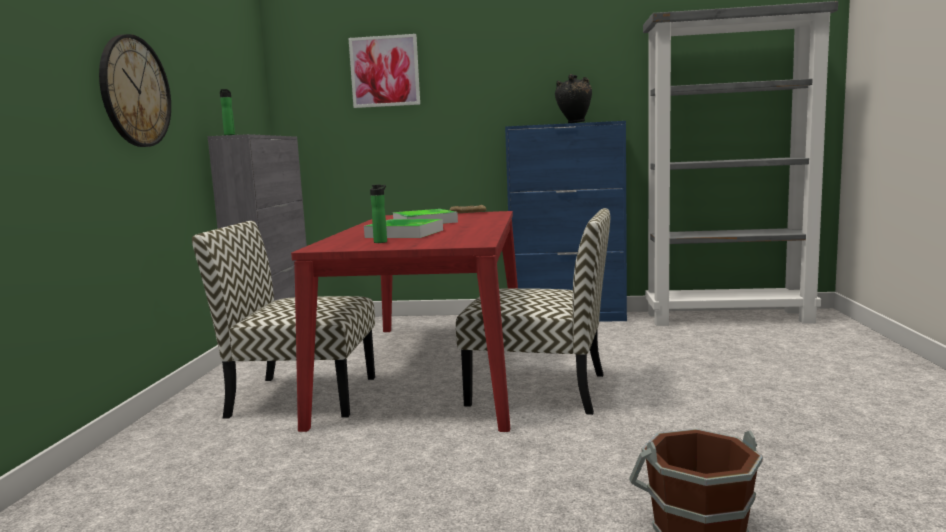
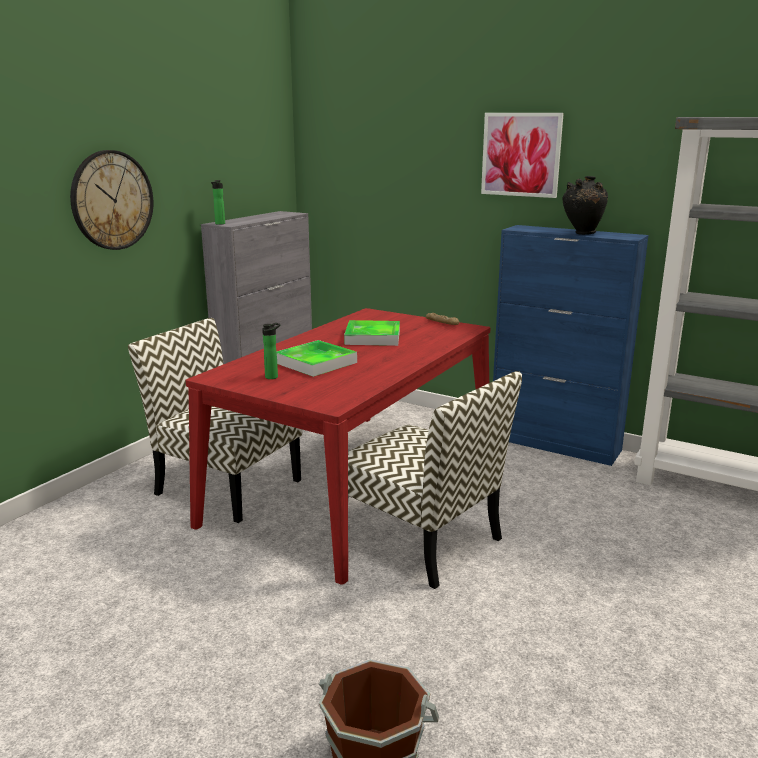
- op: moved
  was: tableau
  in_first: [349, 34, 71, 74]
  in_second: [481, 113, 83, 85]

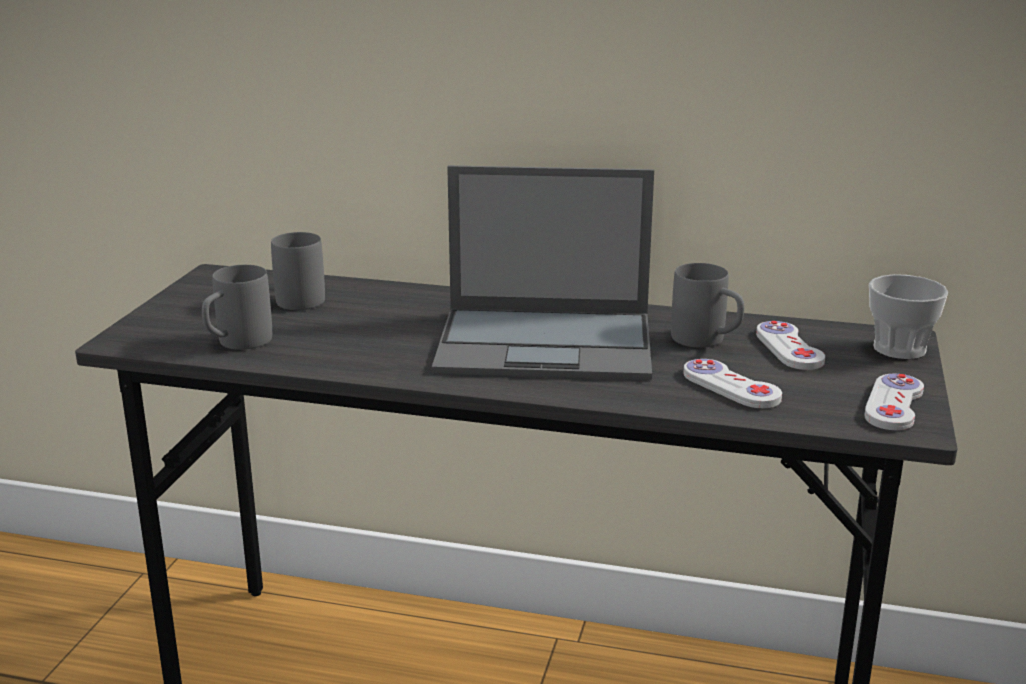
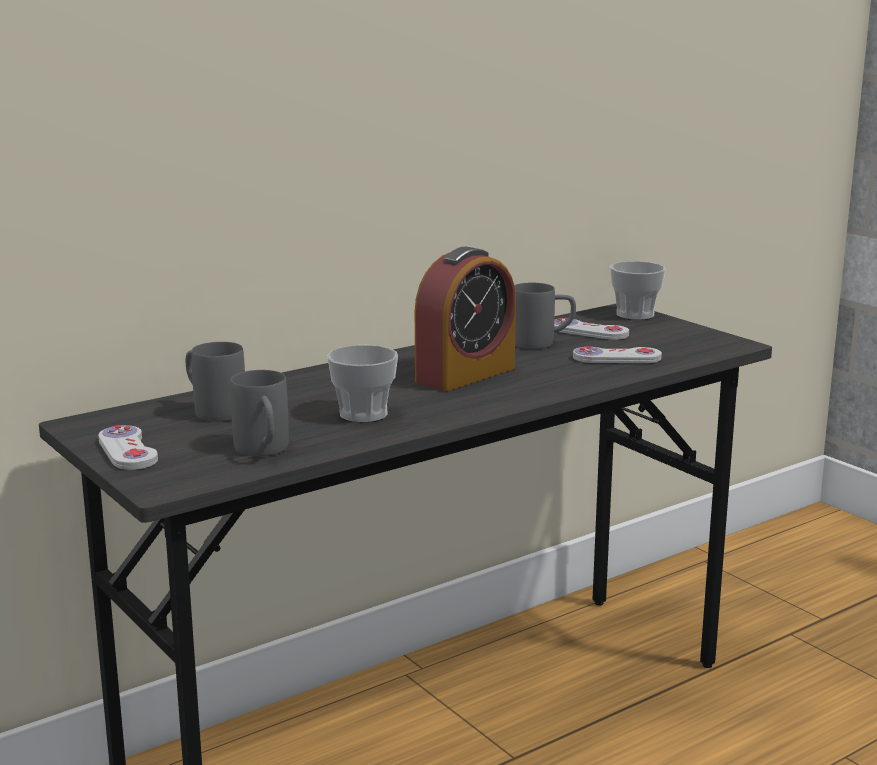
- op: replaced
  was: ordinateur portable
  now: réveil
  in_first: [432, 165, 222, 215]
  in_second: [415, 247, 101, 144]
- op: moved
  was: manette (blanc)
  in_first: [864, 373, 60, 57]
  in_second: [98, 425, 60, 45]
- op: added
  now: tasse
  in_second: [327, 345, 71, 77]

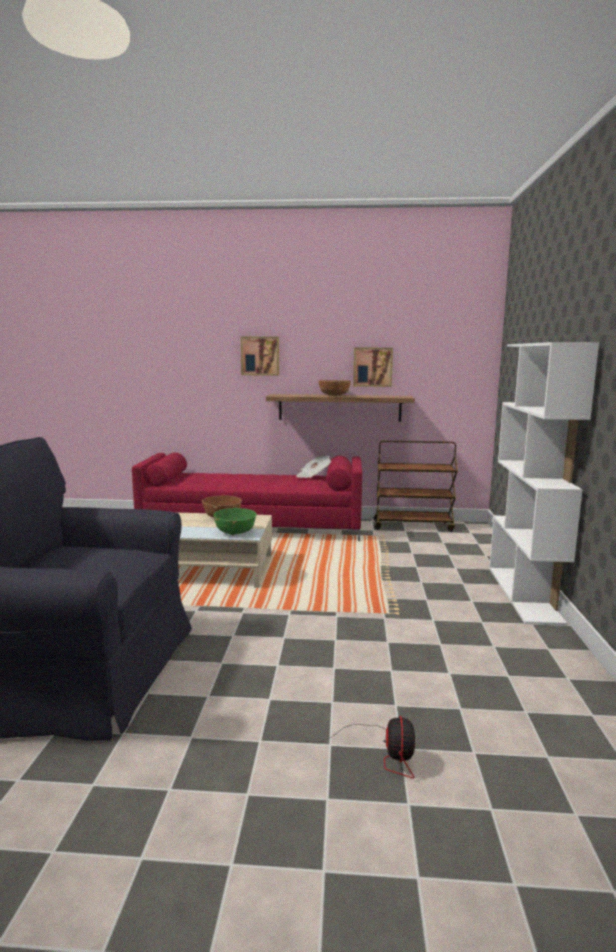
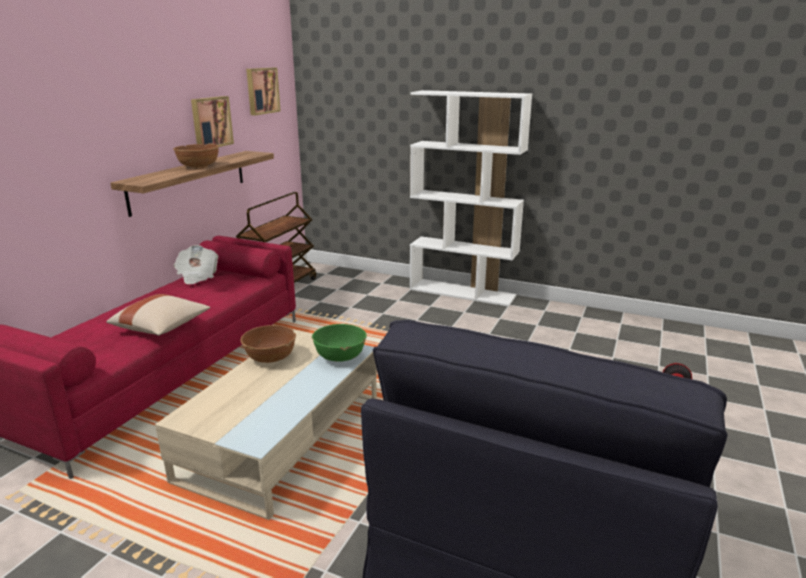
- op: moved
  was: tableau
  in_first: [241, 337, 38, 39]
  in_second: [246, 68, 35, 47]
- op: added
  now: coussin (beige)
  in_second: [106, 294, 104, 42]

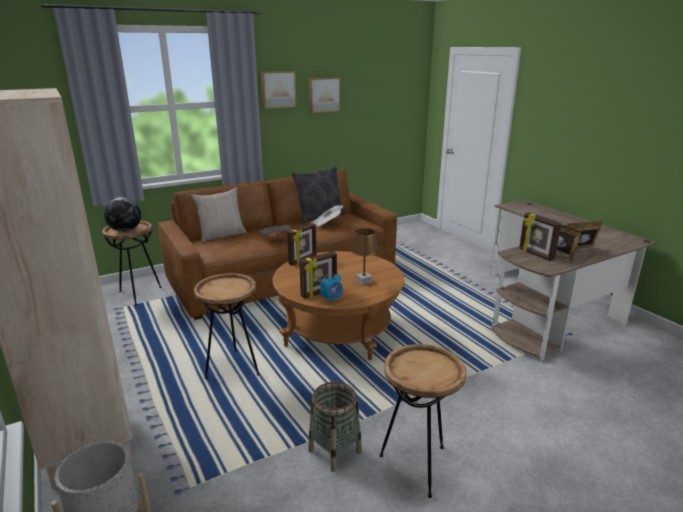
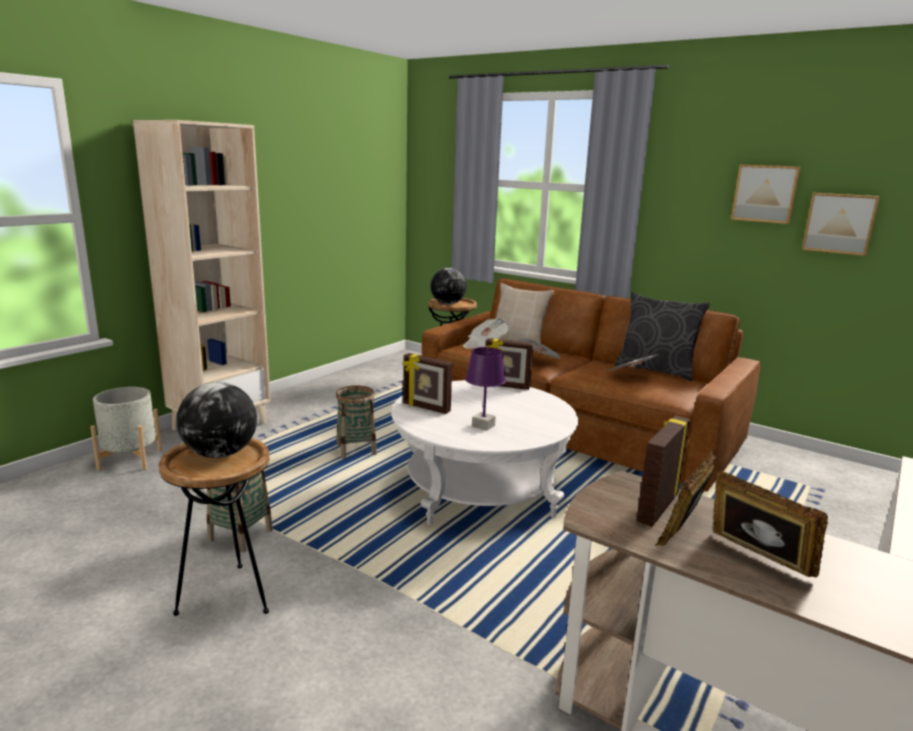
- op: replaced
  was: table d'appoint (marron)
  now: panier
  in_first: [194, 273, 66, 106]
  in_second: [336, 385, 41, 74]
- op: moved
  was: tableau
  in_first: [261, 71, 36, 38]
  in_second: [802, 193, 78, 63]
- op: recoloured
  was: table basse (marron)
  now: table basse (blanc)
  in_first: [272, 251, 133, 109]
  in_second: [391, 380, 187, 145]
- op: removed
  was: réveil
  in_first: [320, 273, 23, 30]
- op: recoloured
  was: lampe de table (marron)
  now: lampe de table (violet)
  in_first: [351, 228, 28, 57]
  in_second: [465, 347, 41, 84]
- op: added
  now: globe
  in_second: [177, 382, 80, 76]
- op: added
  now: journal
  in_second: [463, 318, 46, 31]

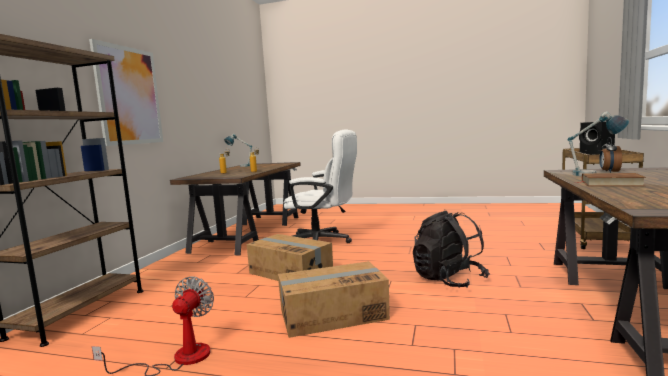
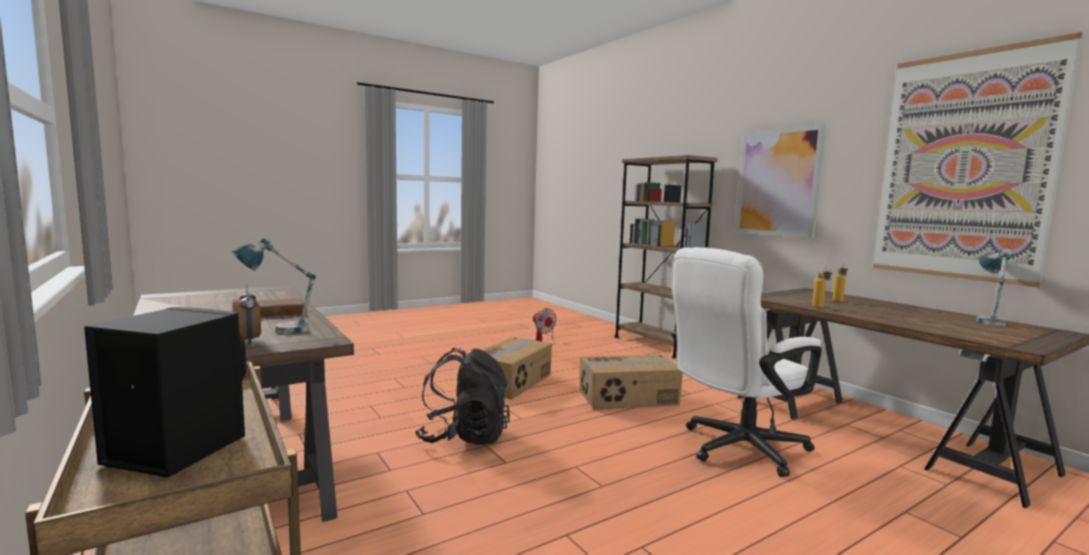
- op: added
  now: tableau
  in_second: [873, 32, 210, 256]

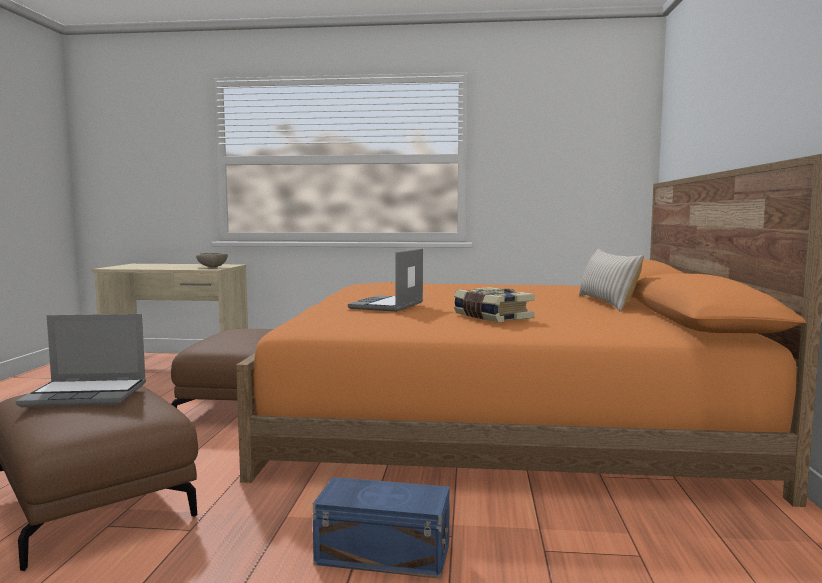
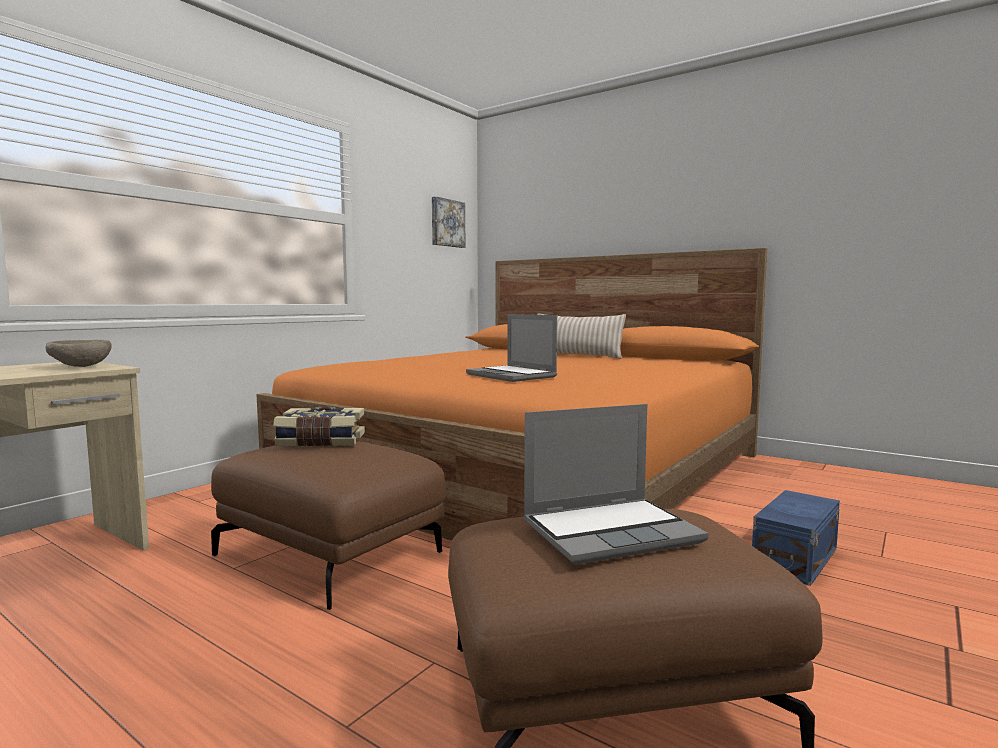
- op: turned
  was: ordinateur portable
  in_first: [16, 314, 130, 93]
  in_second: [523, 404, 185, 161]
  clockwise: 45
- op: moved
  was: livre
  in_first: [454, 287, 81, 35]
  in_second: [273, 407, 92, 40]
- op: added
  now: tableau
  in_second: [432, 196, 33, 52]

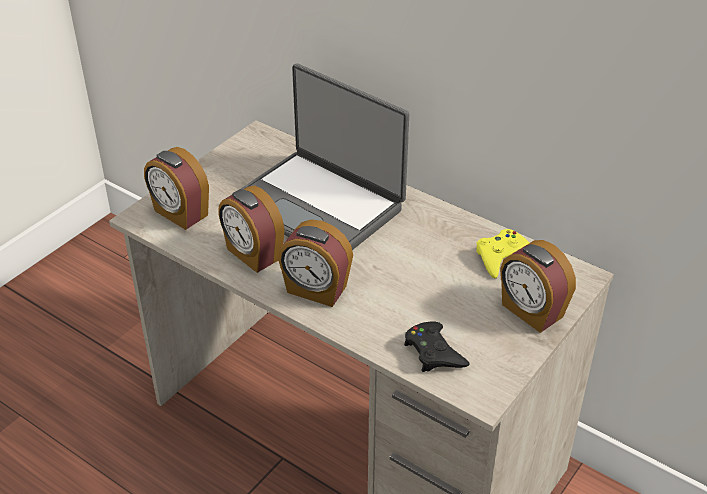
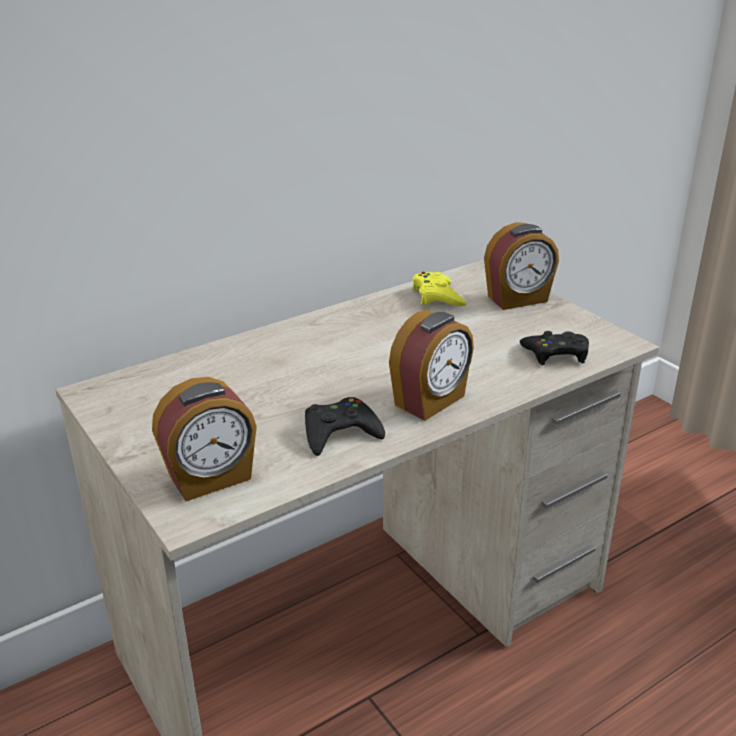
- op: replaced
  was: réveil
  now: manette (noir)
  in_first: [218, 185, 67, 88]
  in_second: [305, 397, 80, 59]
- op: removed
  was: ordinateur portable
  in_first: [230, 63, 179, 187]

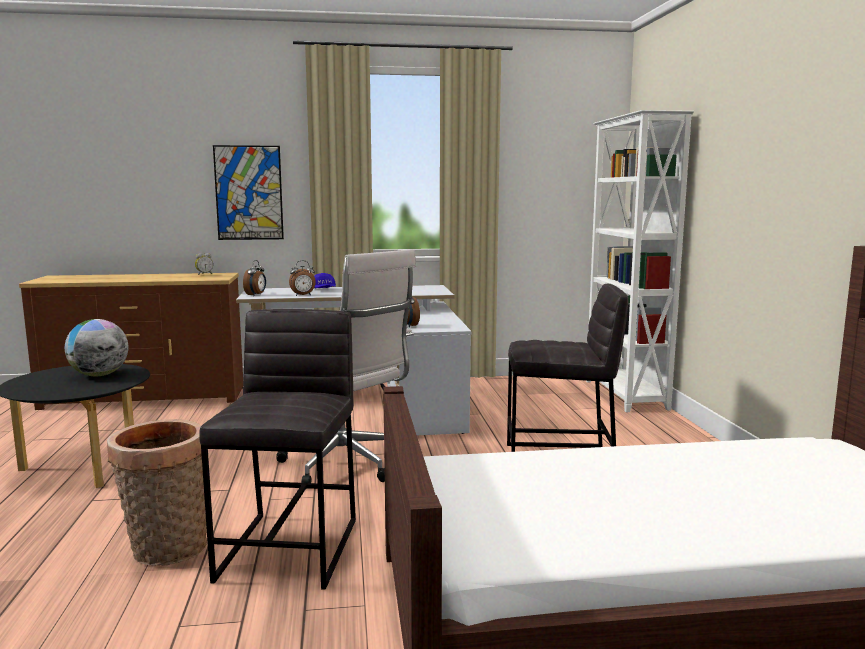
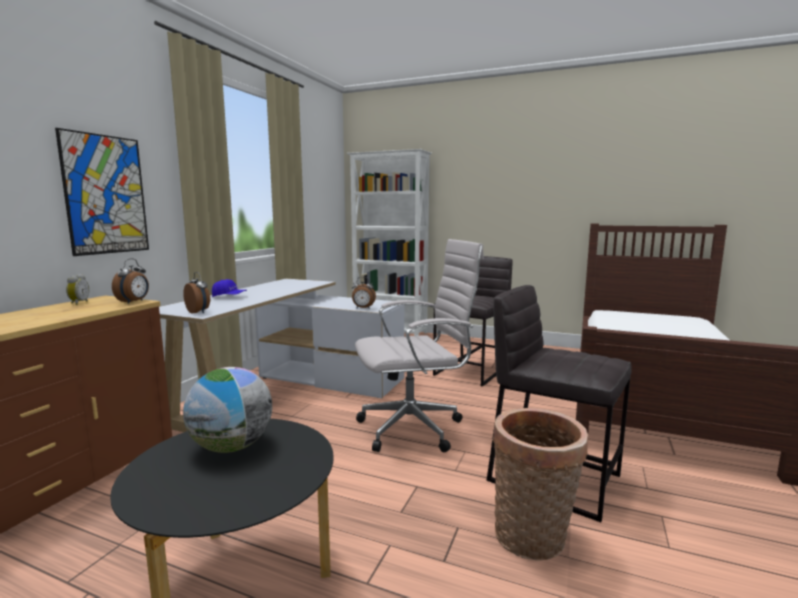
- op: moved
  was: réveil
  in_first: [289, 260, 27, 36]
  in_second: [112, 258, 37, 46]

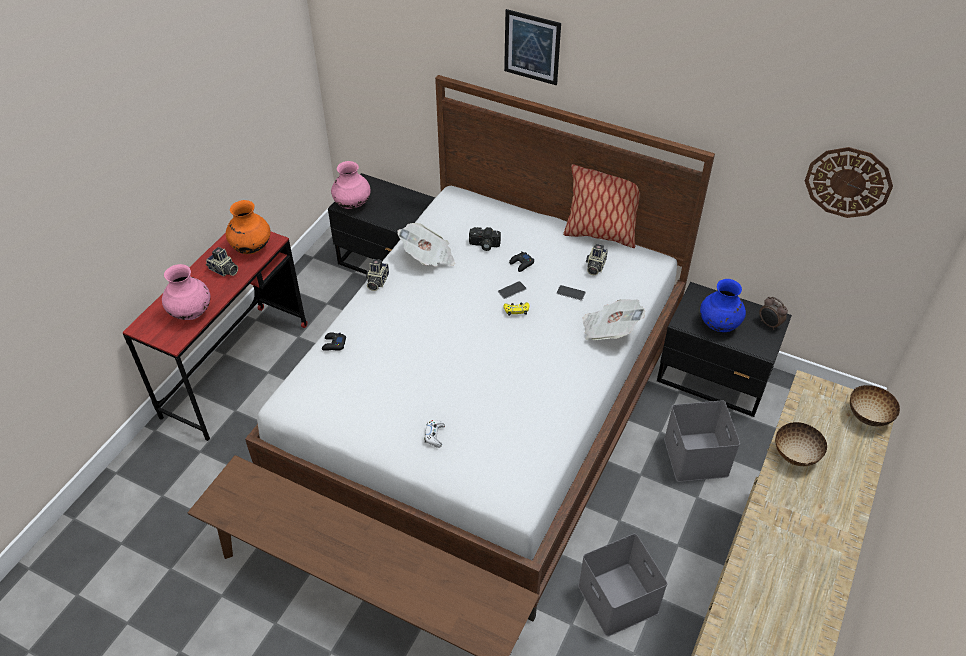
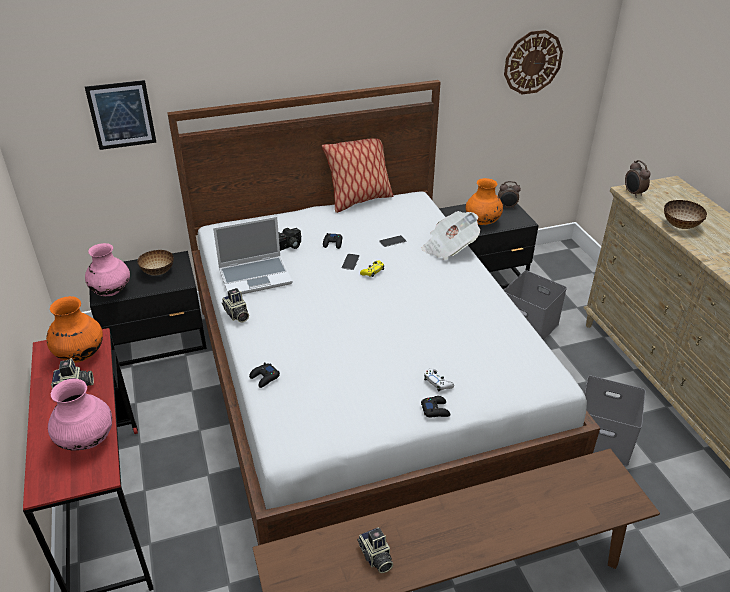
- op: replaced
  was: journal
  now: ordinateur portable
  in_first: [398, 223, 57, 44]
  in_second: [213, 217, 79, 77]
- op: moved
  was: tableau
  in_first: [504, 9, 57, 76]
  in_second: [85, 80, 72, 70]
- op: moved
  was: appareil photo
  in_first: [586, 244, 22, 31]
  in_second: [357, 527, 36, 46]
- op: recoloured
  was: vase (bleu)
  now: vase (orange)
  in_first: [700, 279, 46, 53]
  in_second: [466, 178, 37, 47]
- op: moved
  was: bol
  in_first: [850, 385, 50, 41]
  in_second: [137, 250, 37, 26]
- op: added
  now: manette (noir)
  in_second: [421, 396, 29, 21]
- op: added
  now: réveil
  in_second: [625, 160, 26, 36]

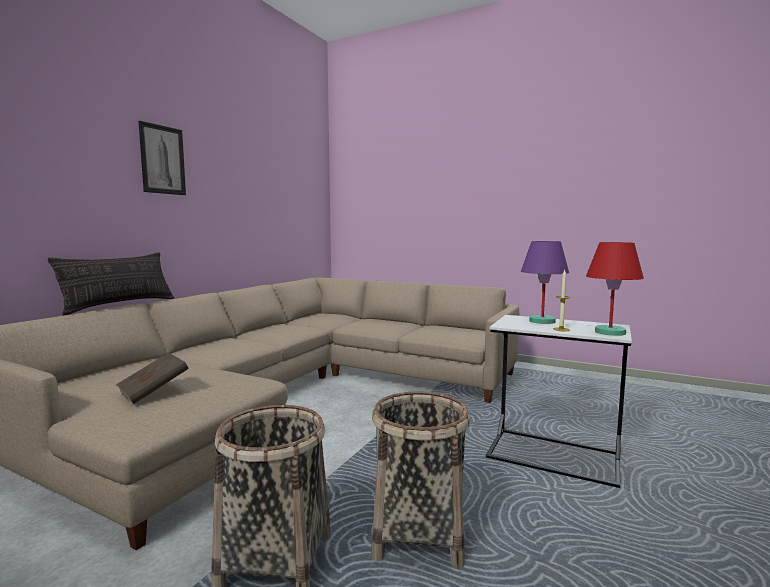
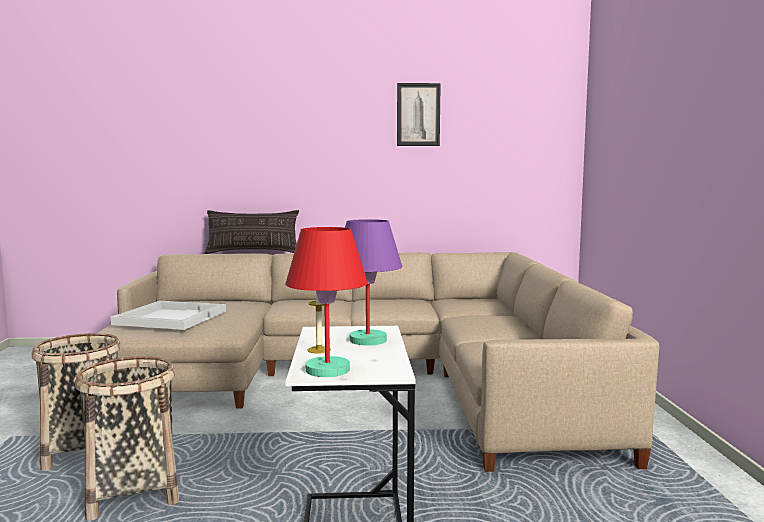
- op: replaced
  was: livre (marron)
  now: plateau (blanc)
  in_first: [116, 353, 73, 51]
  in_second: [111, 301, 115, 29]
- op: moved
  was: tableau
  in_first: [138, 121, 48, 74]
  in_second: [397, 83, 44, 63]

